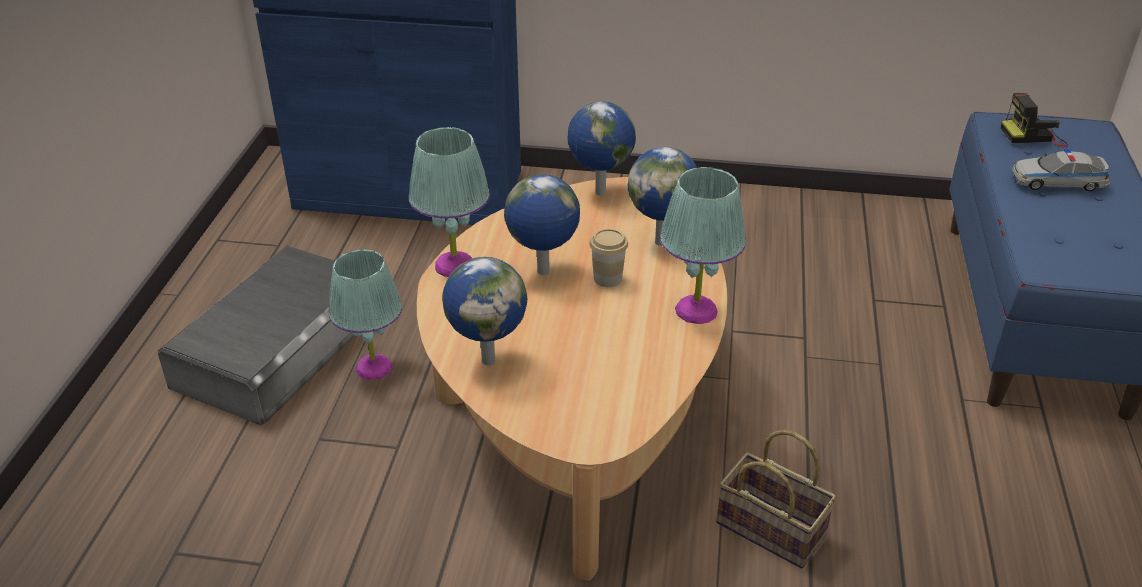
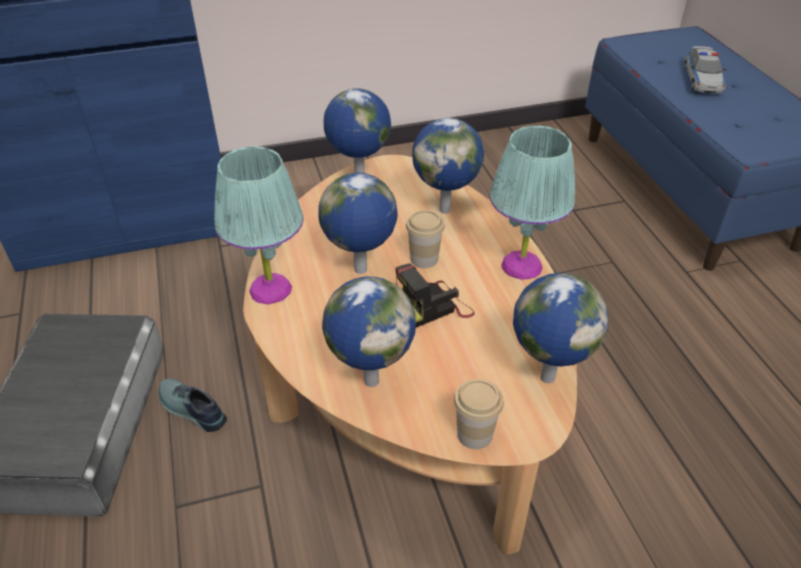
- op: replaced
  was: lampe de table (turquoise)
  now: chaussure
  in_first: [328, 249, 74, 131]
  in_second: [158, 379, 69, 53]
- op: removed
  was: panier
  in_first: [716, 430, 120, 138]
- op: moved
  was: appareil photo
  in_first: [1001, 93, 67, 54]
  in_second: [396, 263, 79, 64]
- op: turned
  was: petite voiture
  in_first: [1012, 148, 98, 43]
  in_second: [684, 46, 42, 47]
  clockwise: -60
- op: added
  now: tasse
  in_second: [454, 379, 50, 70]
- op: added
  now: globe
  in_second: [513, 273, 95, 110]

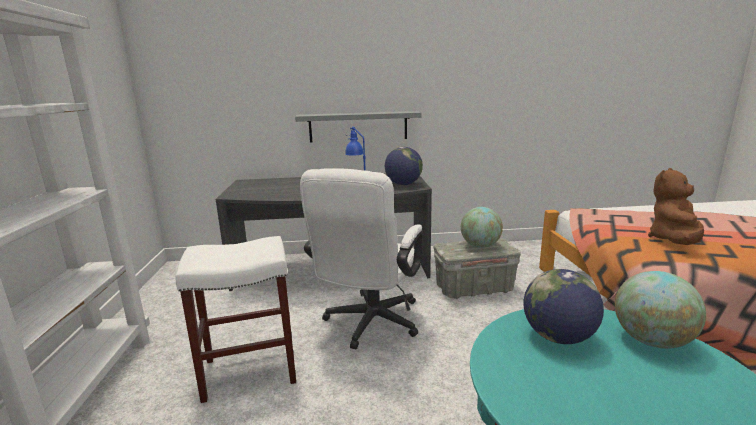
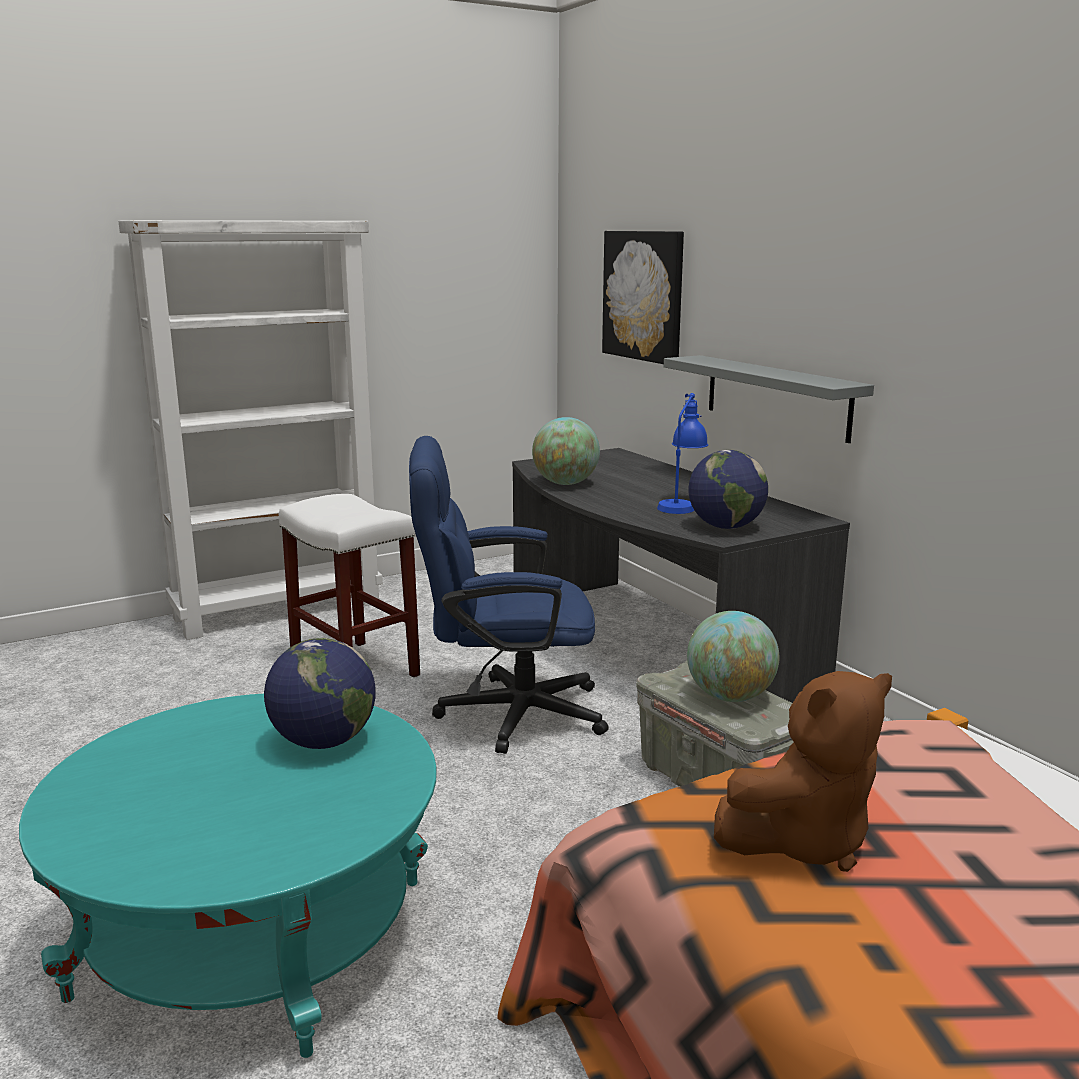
- op: recoloured
  was: chaise de bureau (blanc)
  now: chaise de bureau (bleu)
  in_first: [300, 168, 123, 181]
  in_second: [409, 436, 200, 318]
- op: moved
  was: globe
  in_first: [615, 271, 91, 78]
  in_second: [532, 417, 68, 68]
- op: turned
  was: peluche (marron)
  in_first: [648, 168, 56, 77]
  in_second: [714, 671, 178, 201]
  clockwise: 135
- op: added
  now: tableau
  in_second: [602, 231, 82, 133]

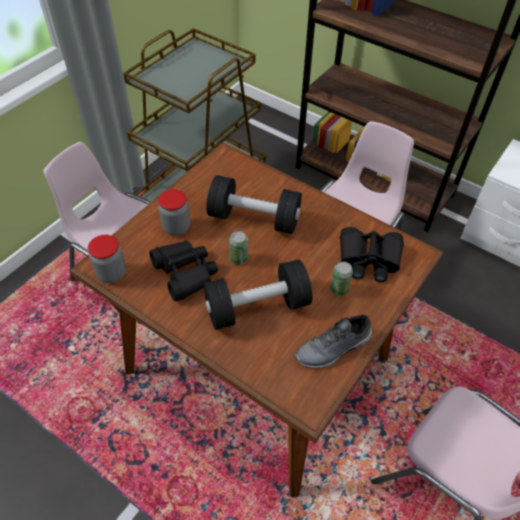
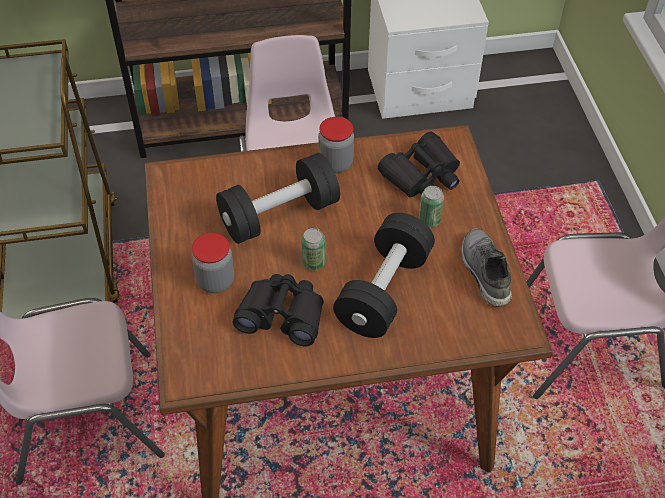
- op: moved
  was: bocal
  in_first: [88, 235, 38, 48]
  in_second: [318, 117, 36, 56]
- op: turned
  was: chaussure (gris)
  in_first: [295, 315, 77, 54]
  in_second: [461, 228, 51, 78]
  clockwise: 150

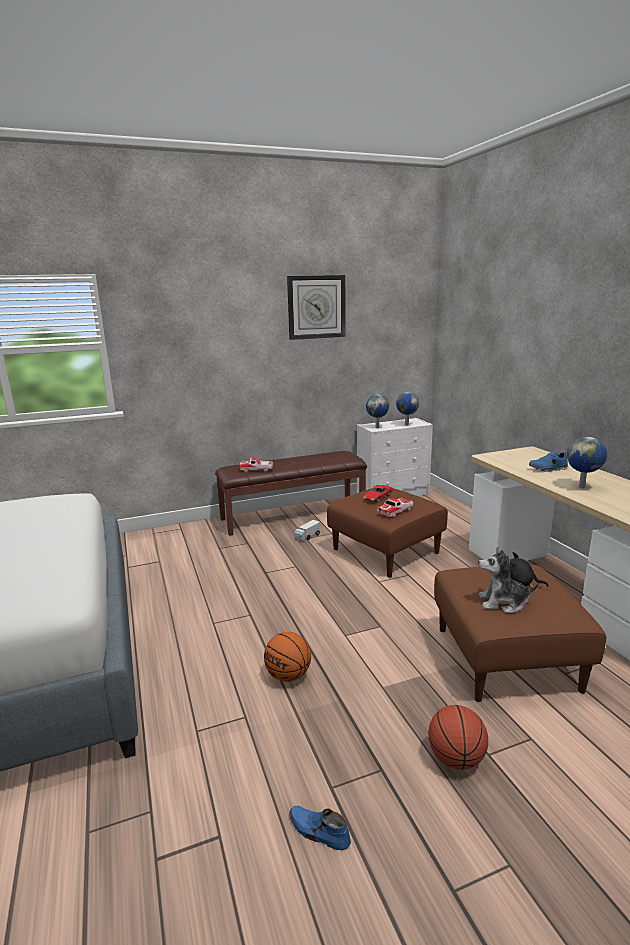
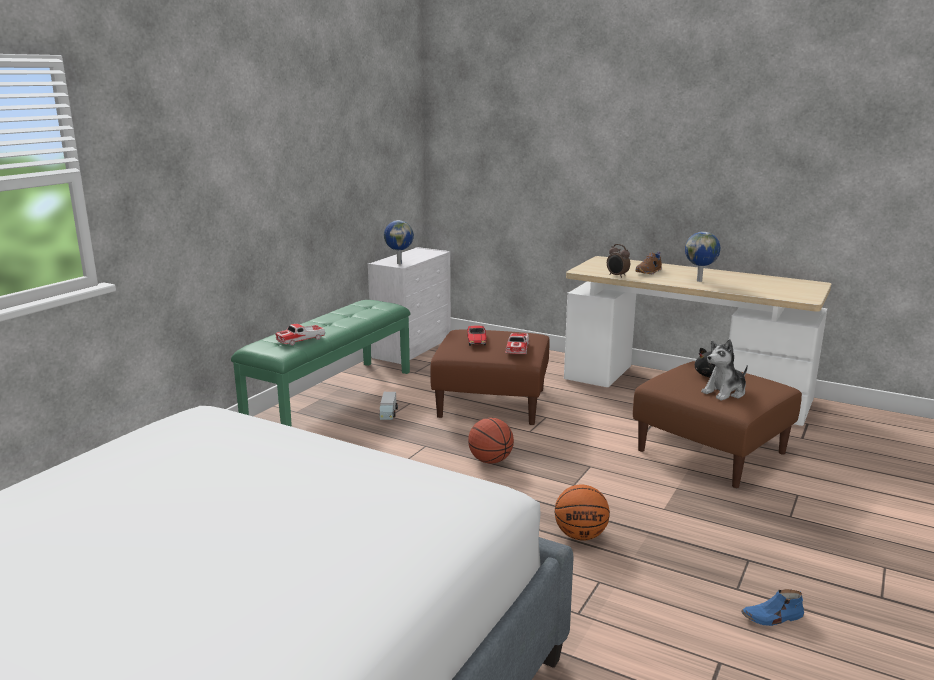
- op: recoloured
  was: banc (marron)
  now: banc (vert)
  in_first: [215, 451, 152, 85]
  in_second: [231, 300, 179, 127]
- op: removed
  was: horloge murale
  in_first: [287, 275, 59, 65]
- op: removed
  was: globe
  in_first: [396, 392, 23, 33]
- op: moved
  was: ballon de basket
  in_first: [428, 705, 60, 65]
  in_second: [468, 418, 46, 46]
- op: recoloured
  was: chaussure (bleu)
  now: chaussure (marron)
  in_first: [529, 450, 39, 22]
  in_second: [635, 252, 27, 22]
- op: added
  now: réveil
  in_second: [607, 244, 23, 34]

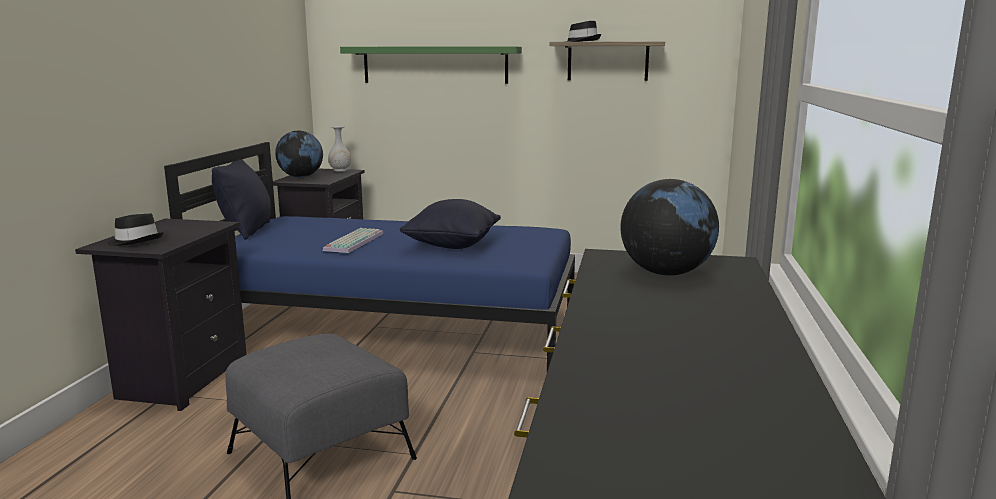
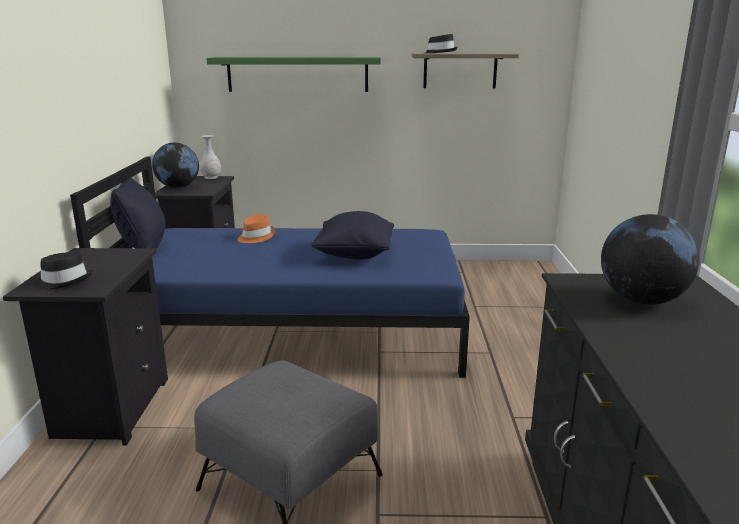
- op: removed
  was: clavier
  in_first: [323, 228, 60, 25]
- op: added
  now: chapeau (orange)
  in_second: [238, 214, 37, 29]

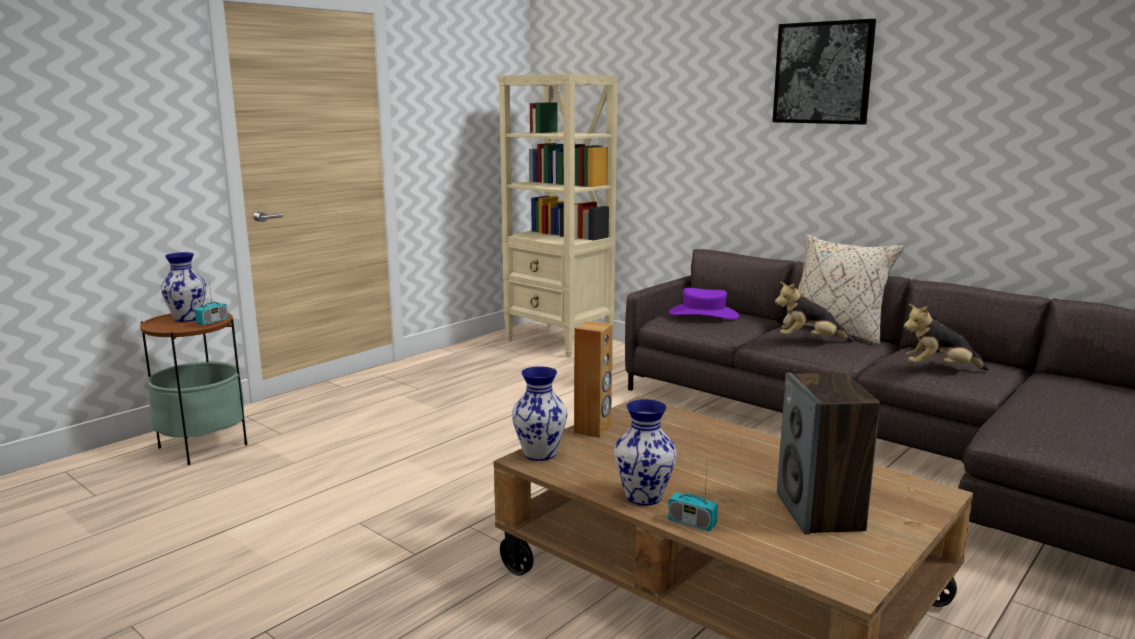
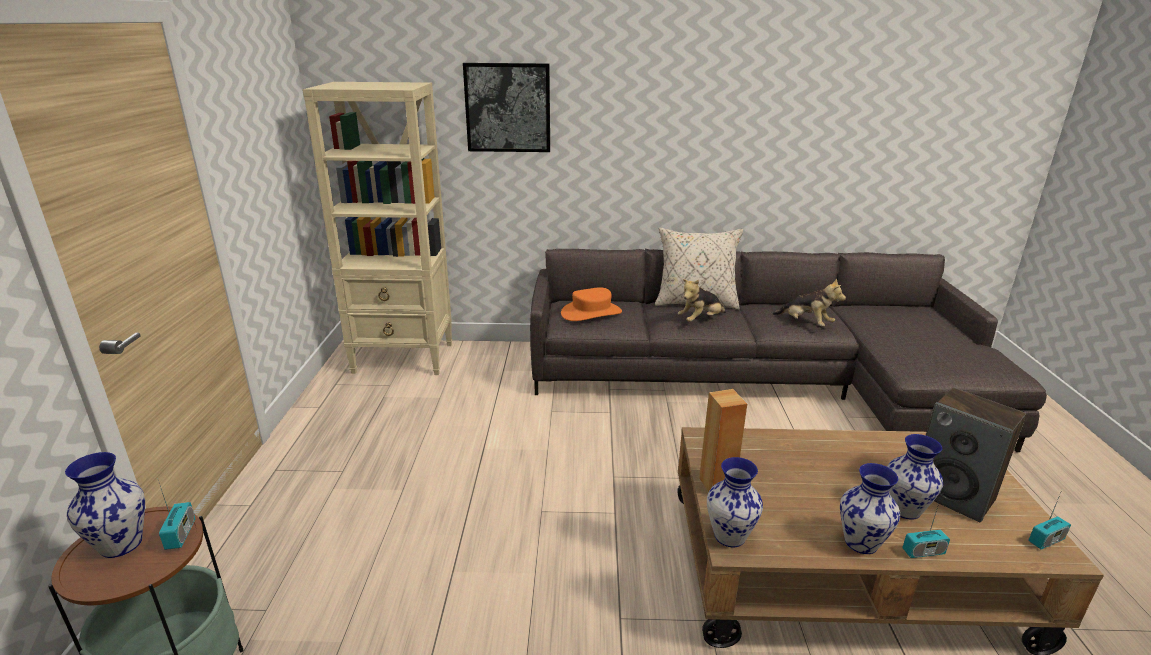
- op: recoloured
  was: chapeau (violet)
  now: chapeau (orange)
  in_first: [669, 288, 70, 31]
  in_second: [561, 287, 61, 34]
- op: moved
  was: tableau
  in_first: [773, 19, 103, 105]
  in_second: [463, 63, 87, 89]
- op: turned
  was: peluche
  in_first: [904, 303, 85, 68]
  in_second: [772, 278, 74, 48]
  clockwise: -105
- op: added
  now: vase
  in_second: [887, 434, 56, 86]
- op: added
  now: radio
  in_second: [1028, 490, 43, 60]

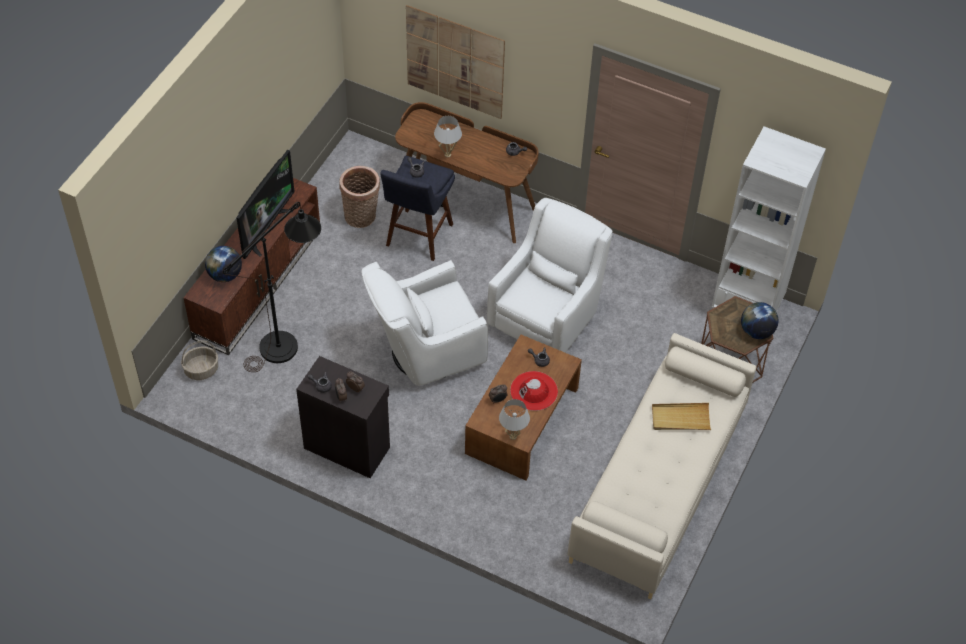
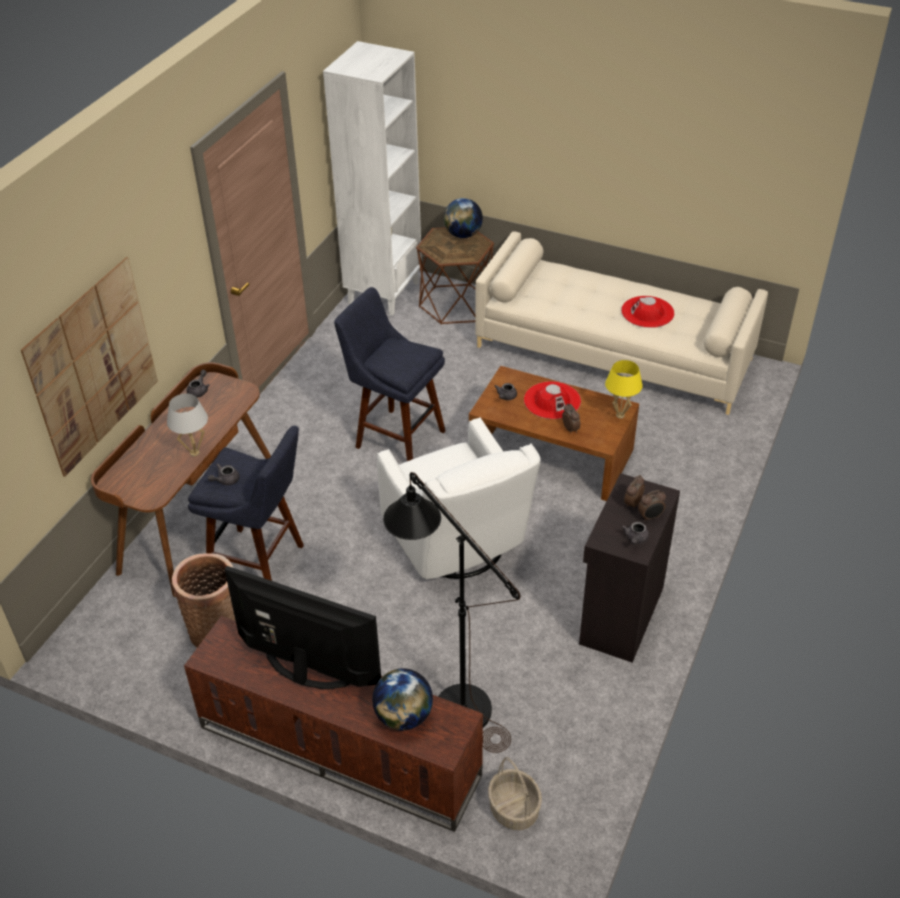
- op: replaced
  was: fauteuil (blanc)
  now: tabouret (bleu)
  in_first: [487, 198, 125, 155]
  in_second: [334, 287, 111, 174]
- op: recoloured
  was: lampe de table (blanc)
  now: lampe de table (jaune)
  in_first: [499, 399, 31, 41]
  in_second: [605, 360, 38, 58]
- op: removed
  was: plateau (beige)
  in_first: [652, 403, 59, 27]
- op: added
  now: chapeau (rouge)
  in_second: [621, 296, 53, 32]

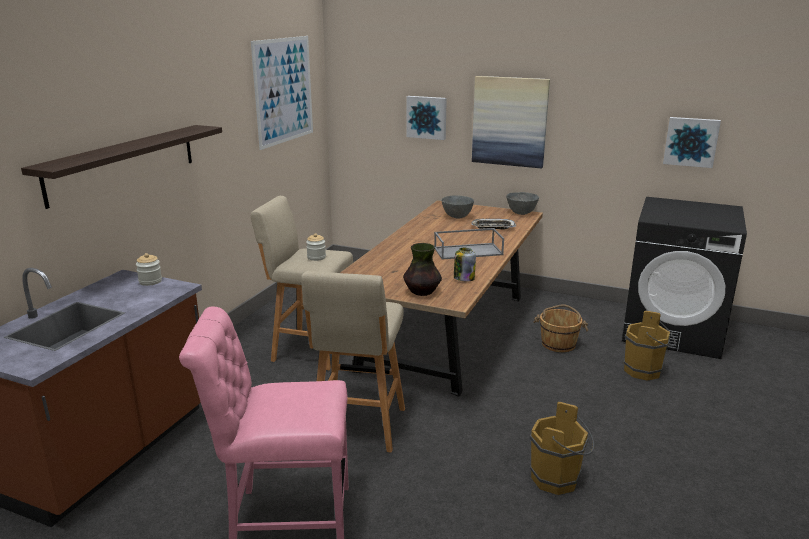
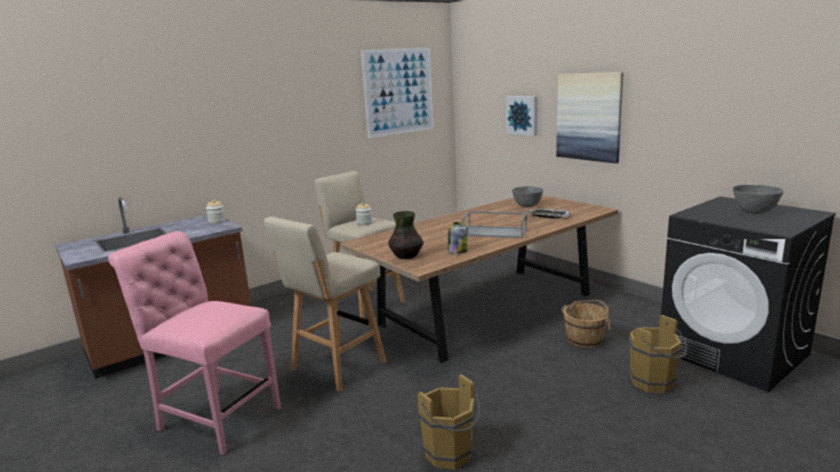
- op: removed
  was: étagère
  in_first: [21, 125, 201, 84]
- op: moved
  was: bol (gris)
  in_first: [506, 192, 33, 23]
  in_second: [733, 185, 51, 29]
- op: removed
  was: tableau
  in_first: [663, 117, 58, 51]

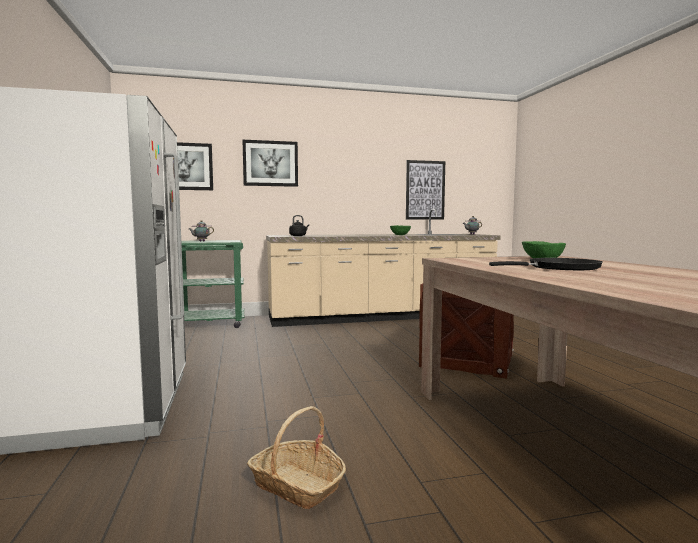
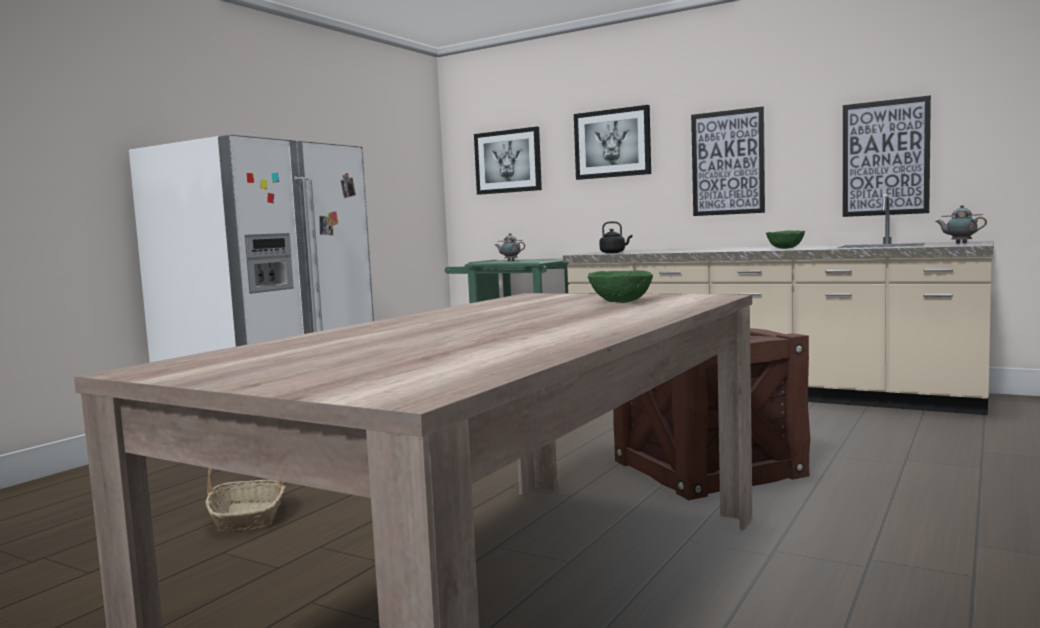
- op: removed
  was: poêle (noir)
  in_first: [489, 258, 114, 12]
- op: added
  now: tableau
  in_second: [691, 106, 74, 110]

